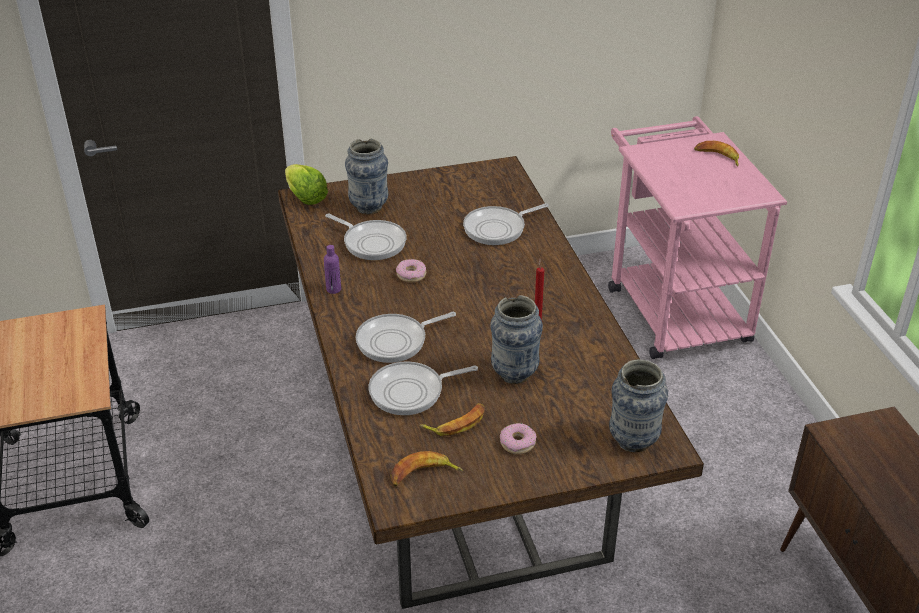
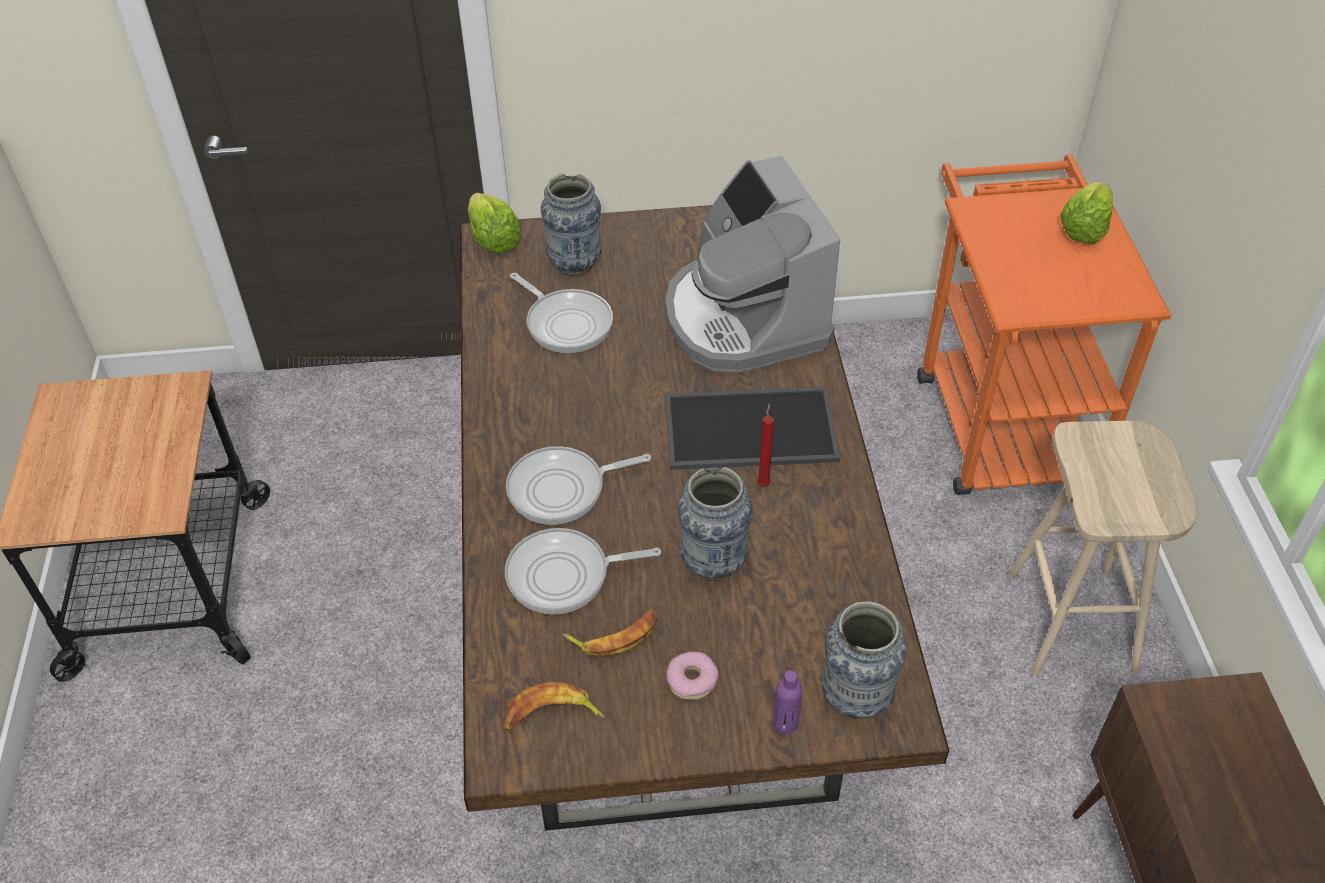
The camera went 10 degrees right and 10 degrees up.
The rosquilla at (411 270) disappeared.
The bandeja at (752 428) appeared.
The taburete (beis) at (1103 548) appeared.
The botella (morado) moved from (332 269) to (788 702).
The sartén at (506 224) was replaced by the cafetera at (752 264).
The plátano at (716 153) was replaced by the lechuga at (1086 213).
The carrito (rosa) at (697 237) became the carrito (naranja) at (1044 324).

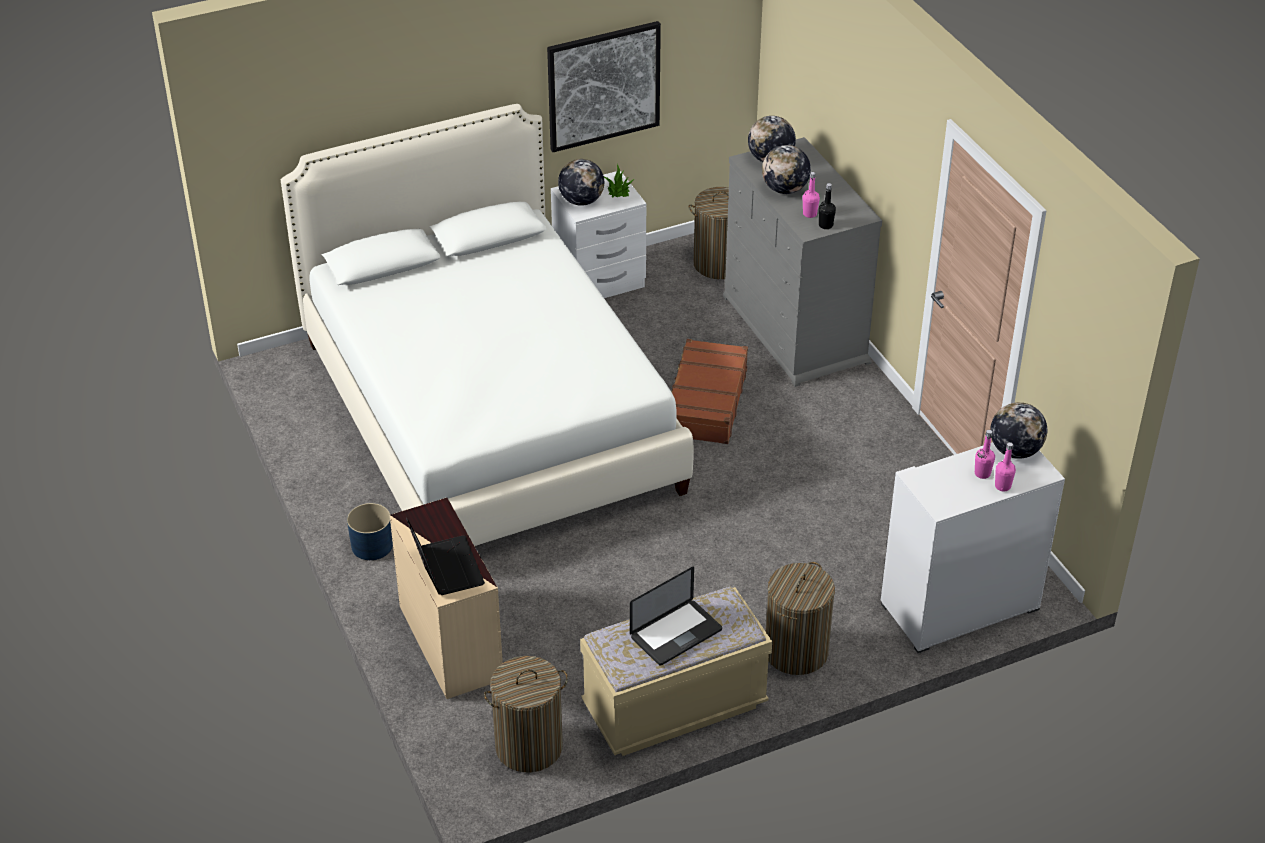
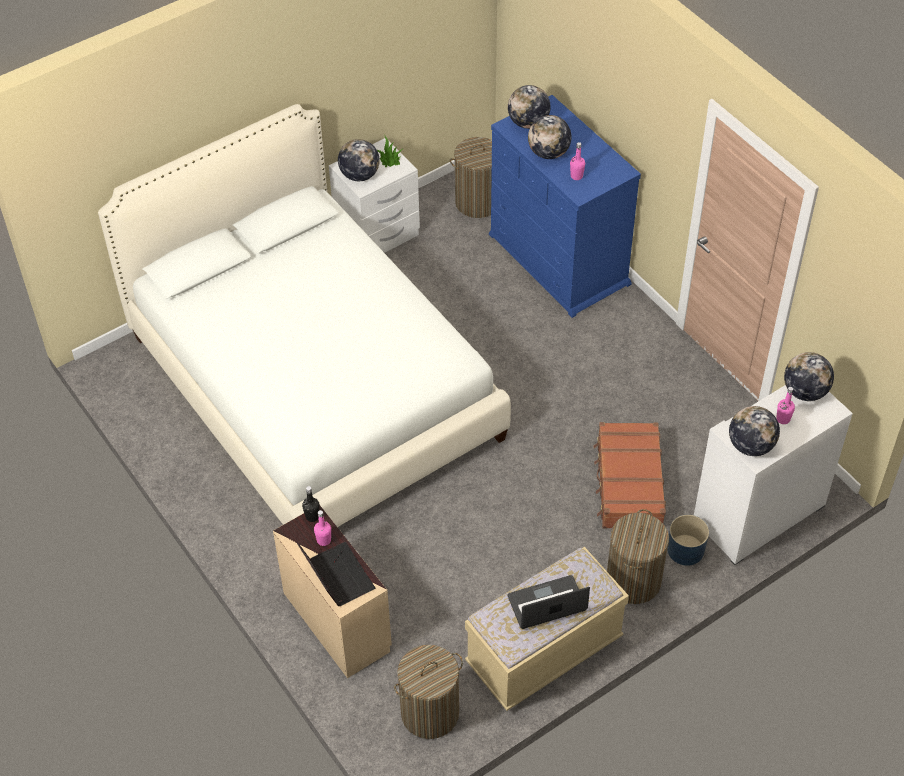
The camera went 10 degrees left and 10 degrees up.
The cuadro at (604 86) disappeared.
The globo terráqueo at (754 431) appeared.
The maceta (azul) moved from (370 531) to (688 540).
The maleta (marrón) moved from (709 391) to (629 475).
The botella (negro) moved from (827 206) to (311 504).
The botella (rosa) moved from (1005 466) to (322 528).
The cómoda (gris) at (802 262) became the cómoda (azul) at (565 206).
The portátil at (676 616) turned 150 degrees counterclockwise.

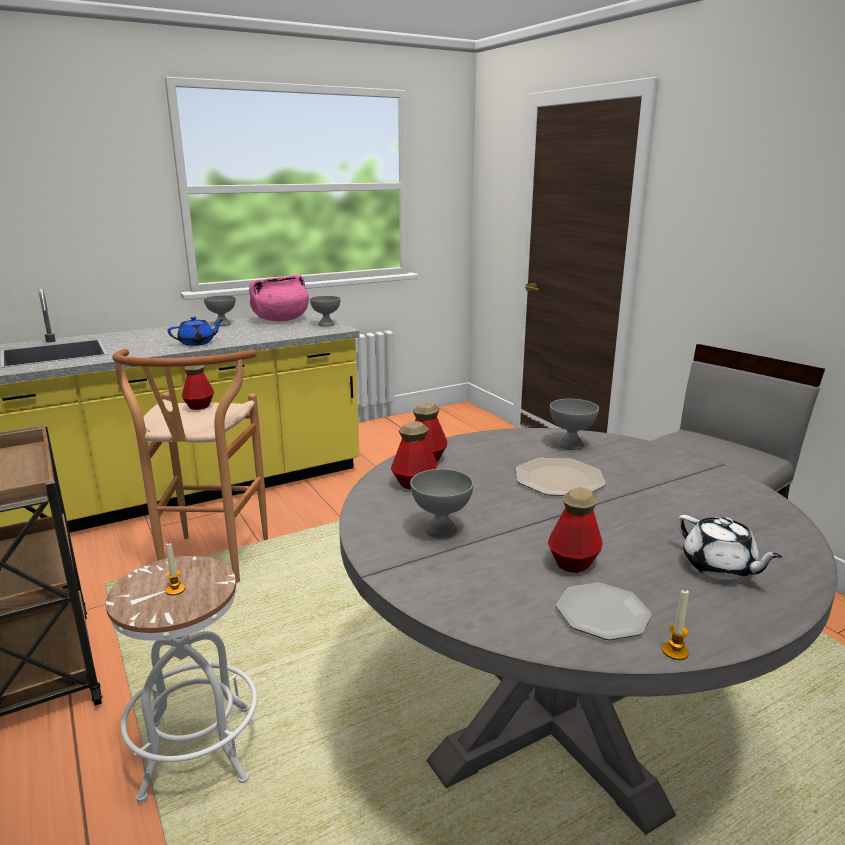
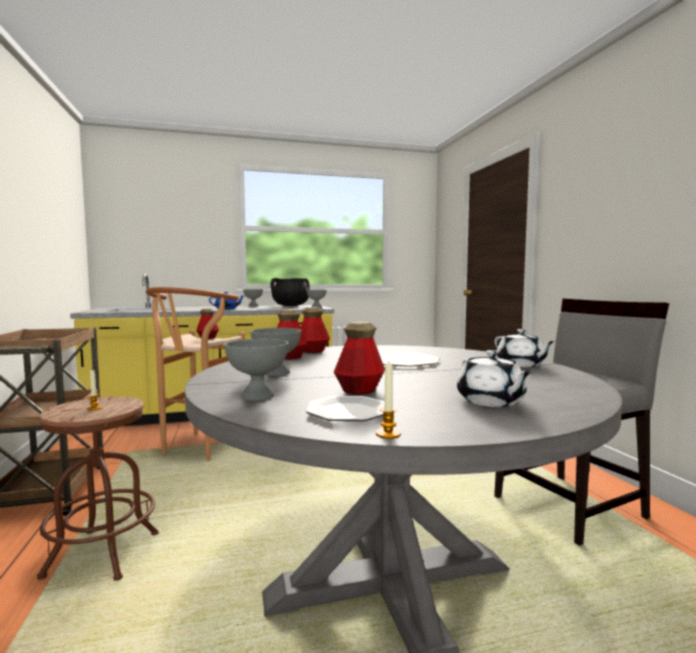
The camera went 15 degrees right and 15 degrees down.
The tetera (blanco) at (525 348) appeared.
The cuenco (gris) moved from (574 424) to (256 370).
The taburete (blanco) at (181 679) became the taburete (marrón) at (98 488).
The olla (rosa) at (279 298) became the olla (negro) at (290 292).

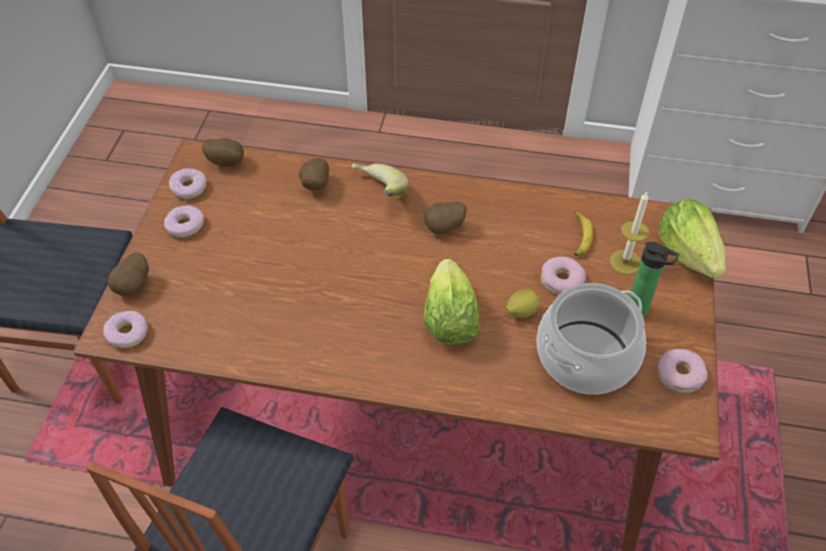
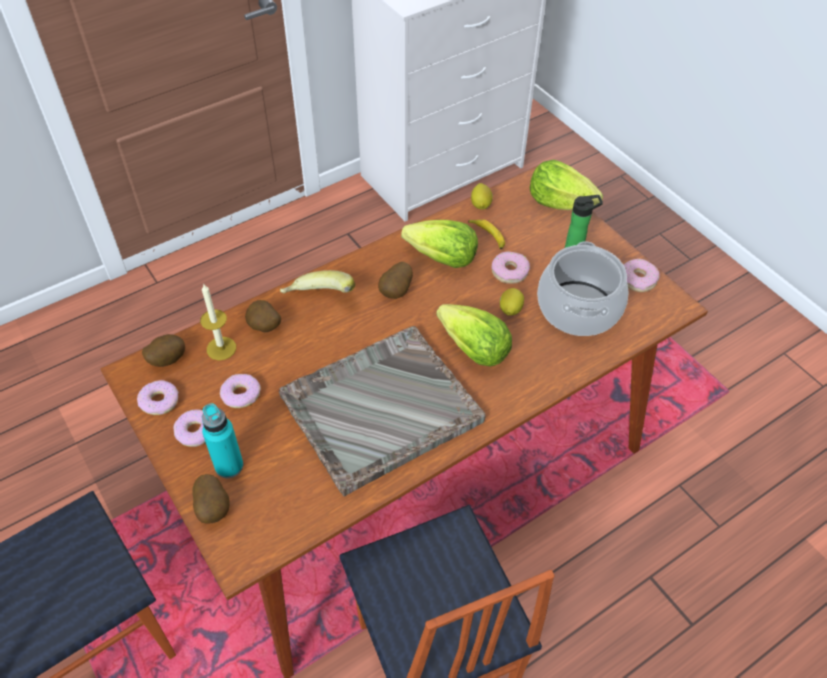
The camera went 45 degrees left and 0 degrees up.
The botella (turquesa) at (222 440) appeared.
The bandeja (gris) at (382 411) appeared.
The lechuga at (439 244) appeared.
The limón at (482 196) appeared.
The rosquilla moved from (125 329) to (240 391).
The vela moved from (629 233) to (218 322).

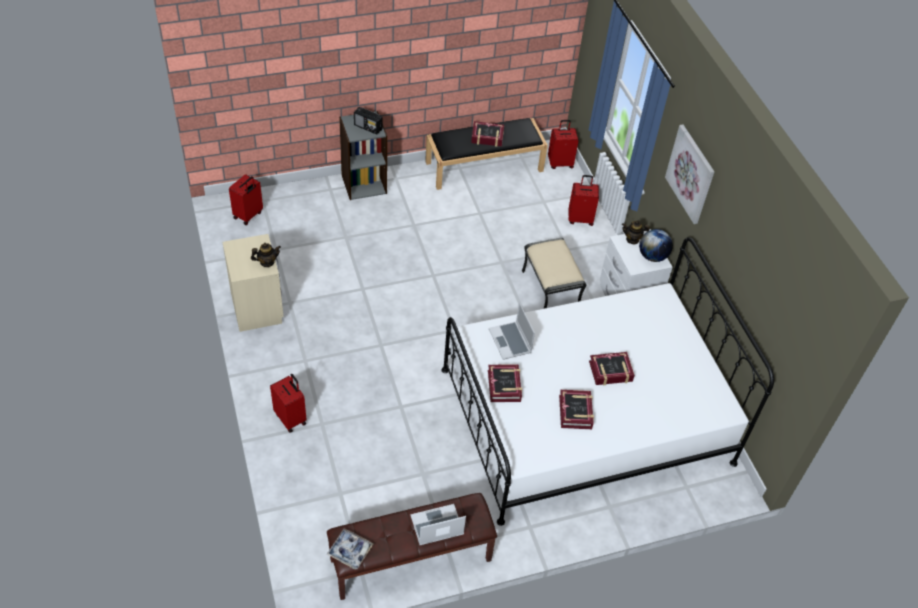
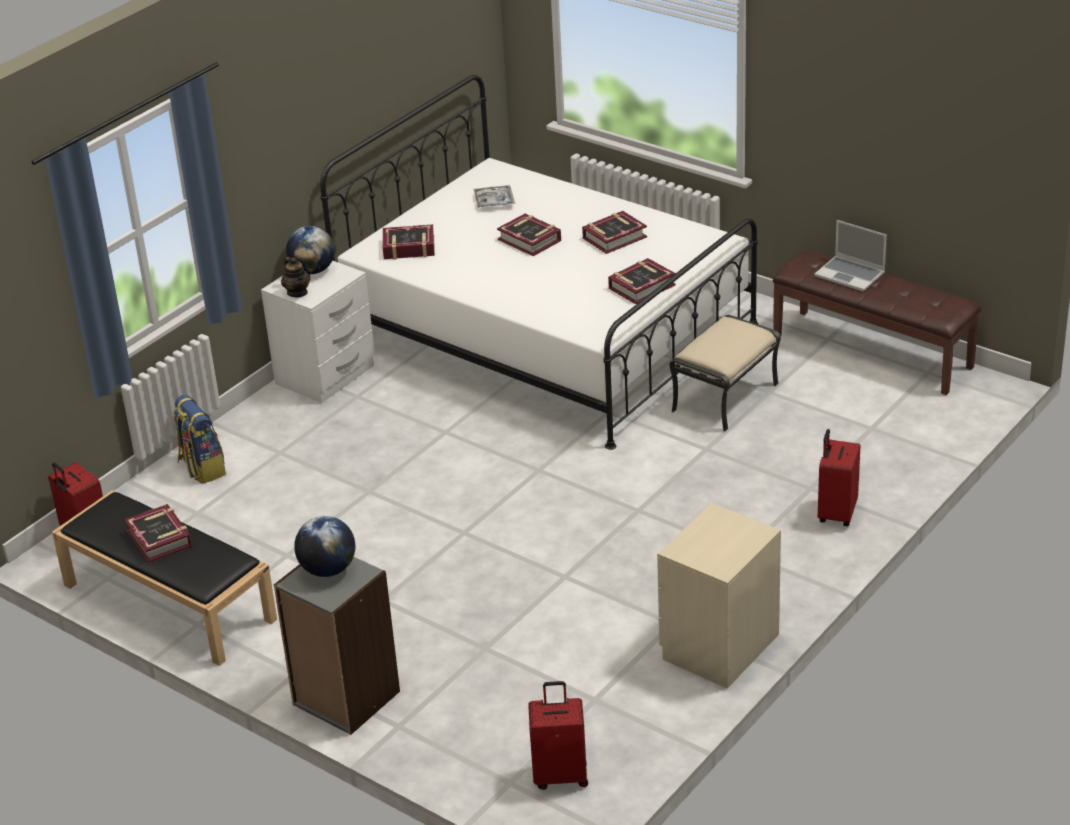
The camera went 120 degrees left and 15 degrees down.
The tetera at (266 255) disappeared.
The portátil at (512 331) disappeared.
The cuadro at (689 174) disappeared.
The libro at (409 242) appeared.
The bandeja moved from (350 549) to (494 196).
The puf (beis) moved from (554 273) to (725 373).
The radio at (368 120) was replaced by the globo terráqueo at (324 546).
The maleta (rojo) at (584 200) was replaced by the mochila at (199 439).

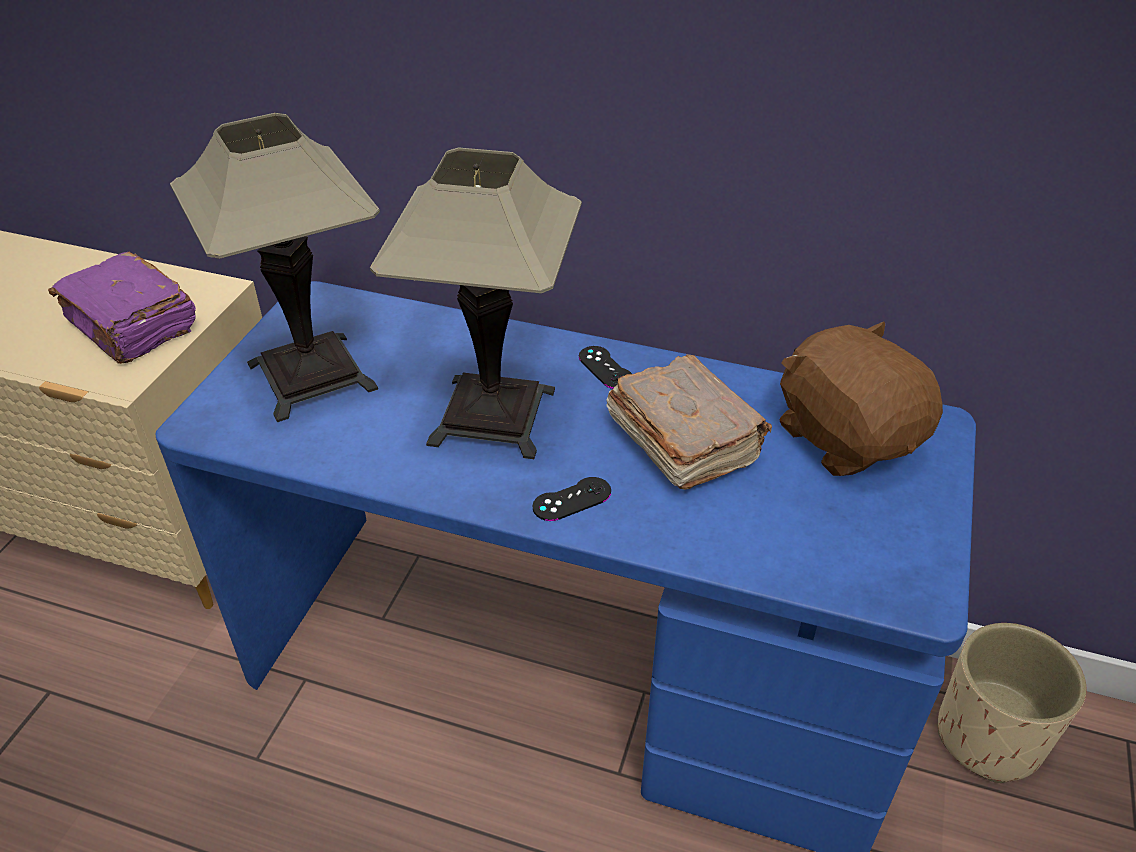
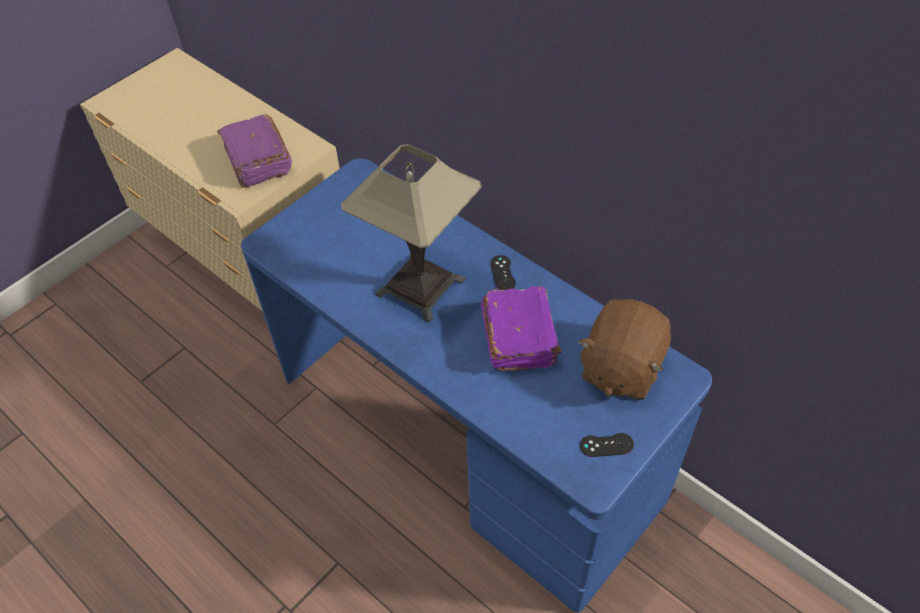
The camera went 25 degrees right and 10 degrees up.
The lámpara de mesa at (275 267) disappeared.
The maceta (beis) at (1011 703) disappeared.
The mando de consola (negro) moved from (572 499) to (607 445).
The libro (marrón) at (689 422) became the libro (morado) at (521 328).
The peluche (marrón) at (861 399) turned 150 degrees counterclockwise.

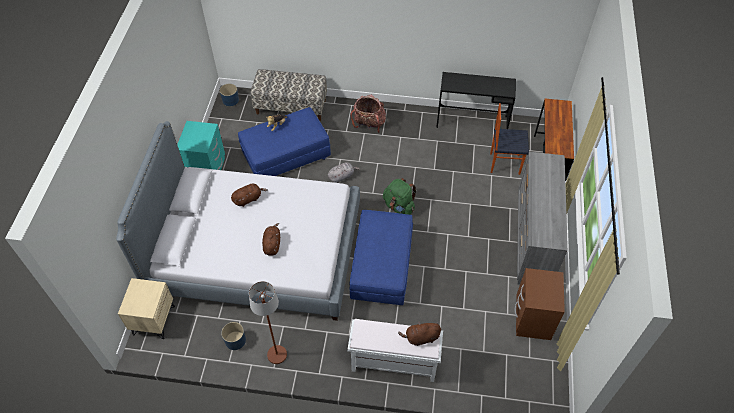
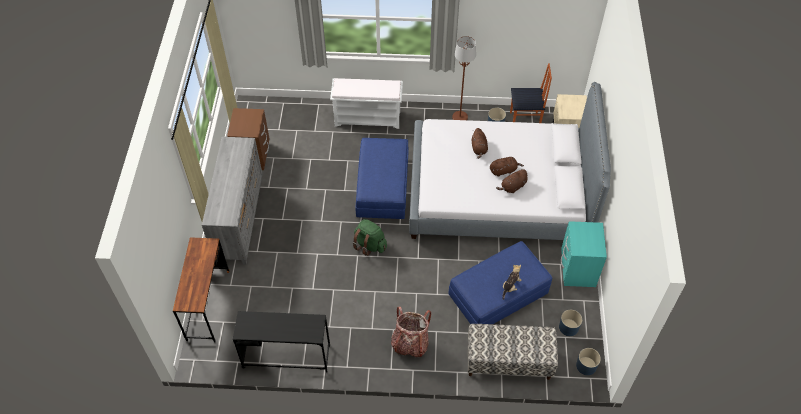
The camera went 175 degrees right and 0 degrees up.
The peluche (gris) at (344 172) disappeared.
The maceta (azul) at (570 323) appeared.
The peluche (marrón) moved from (419 333) to (507 167).
The silla moved from (509 139) to (531 93).

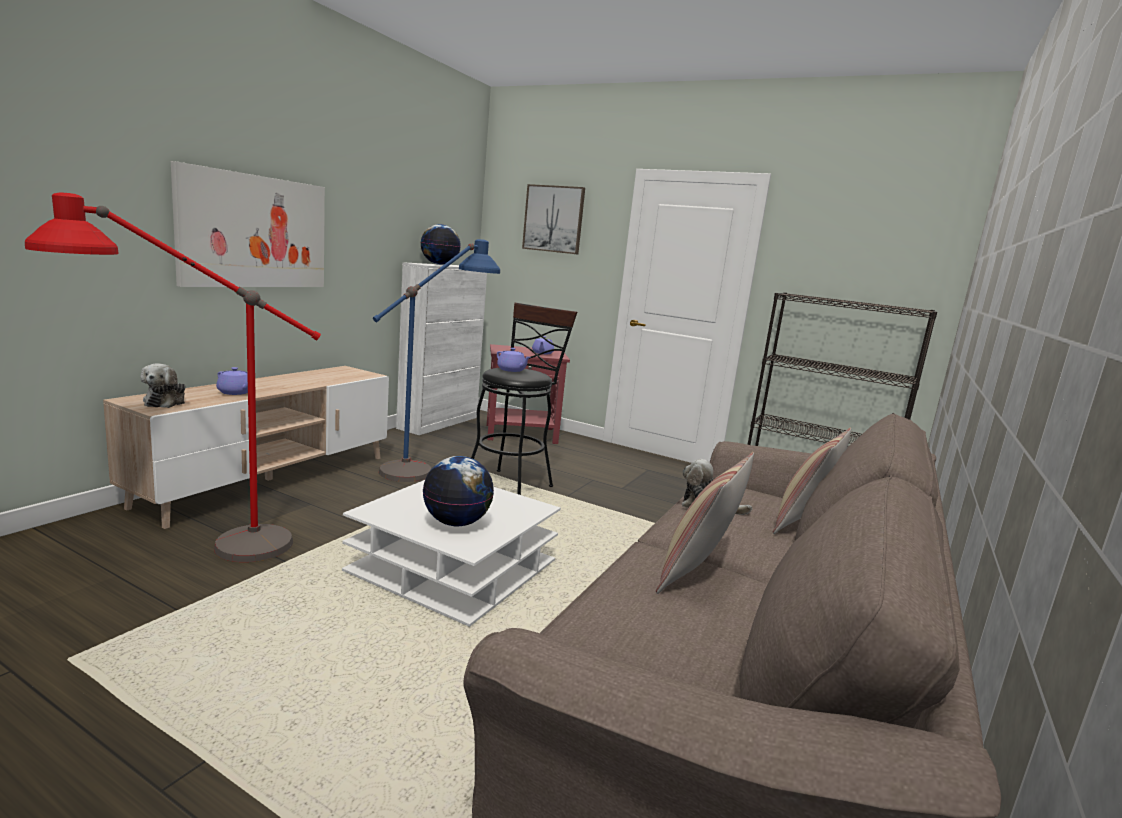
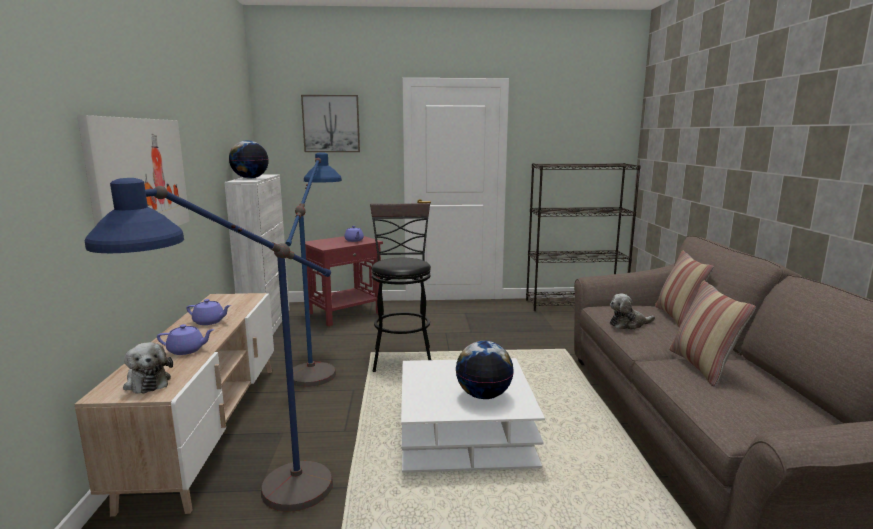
The camera went 30 degrees left and 0 degrees up.
The tetera (morado) moved from (514 360) to (208 312).
The lámpara de pie (rojo) at (173 377) became the lámpara de pie (azul) at (209 345).

